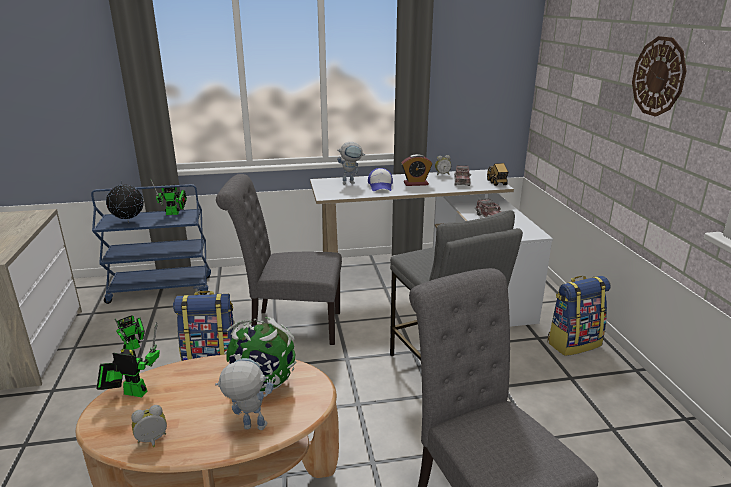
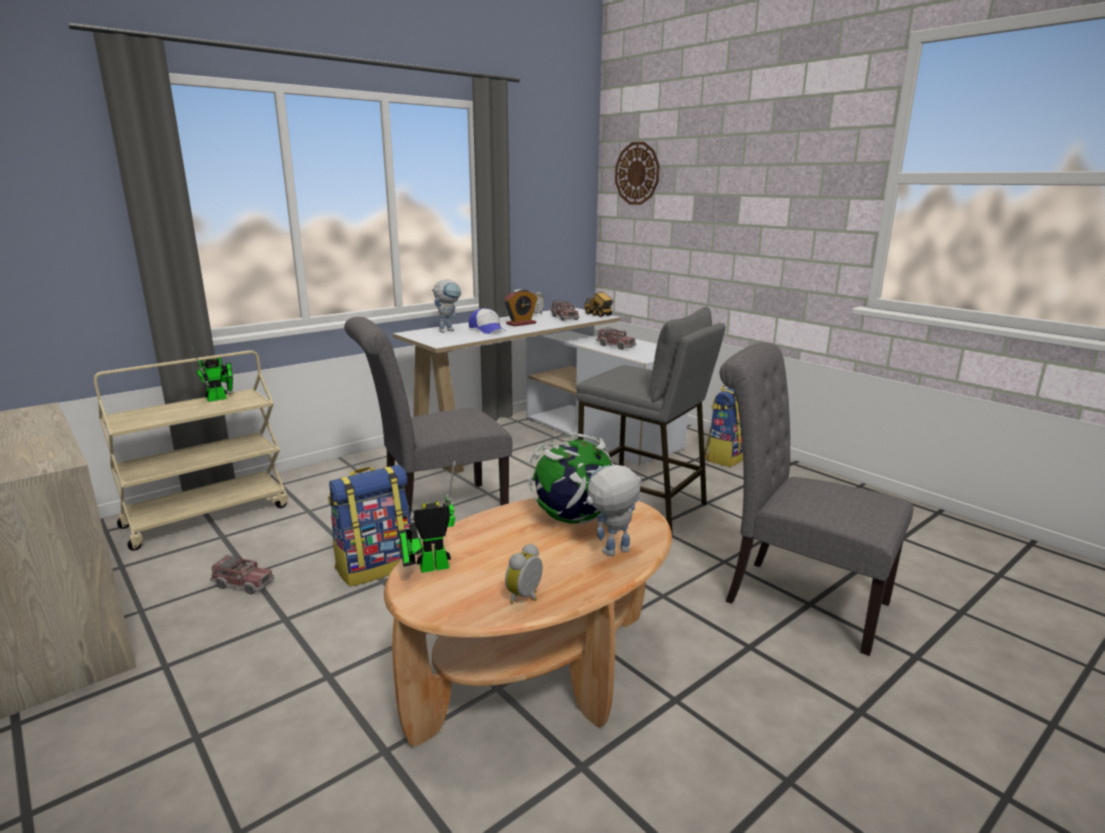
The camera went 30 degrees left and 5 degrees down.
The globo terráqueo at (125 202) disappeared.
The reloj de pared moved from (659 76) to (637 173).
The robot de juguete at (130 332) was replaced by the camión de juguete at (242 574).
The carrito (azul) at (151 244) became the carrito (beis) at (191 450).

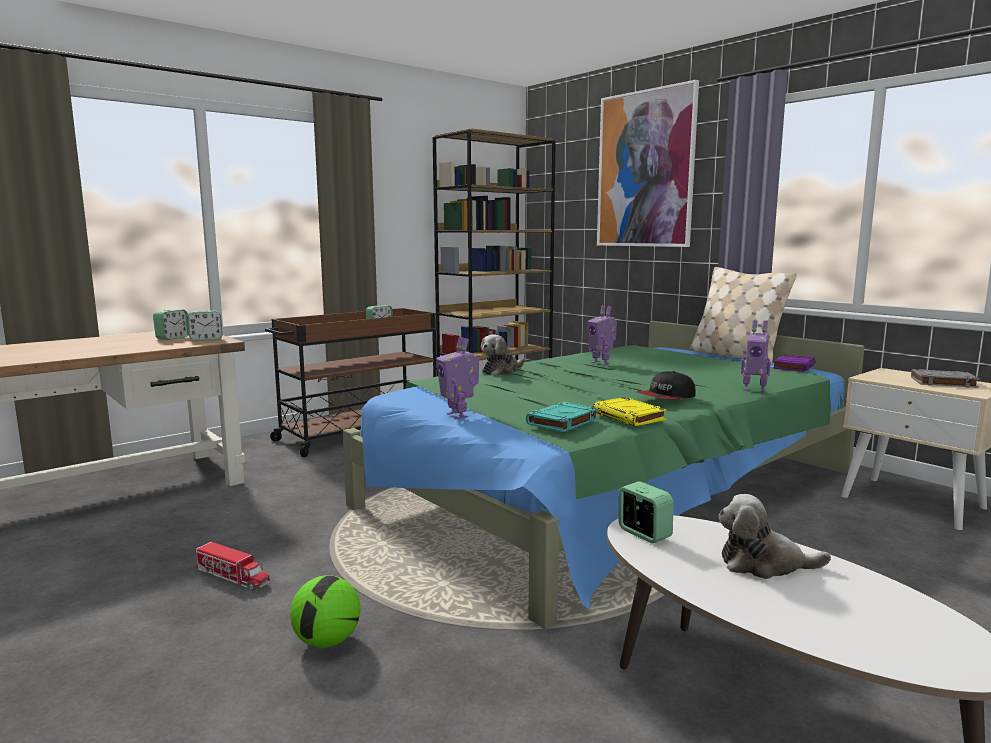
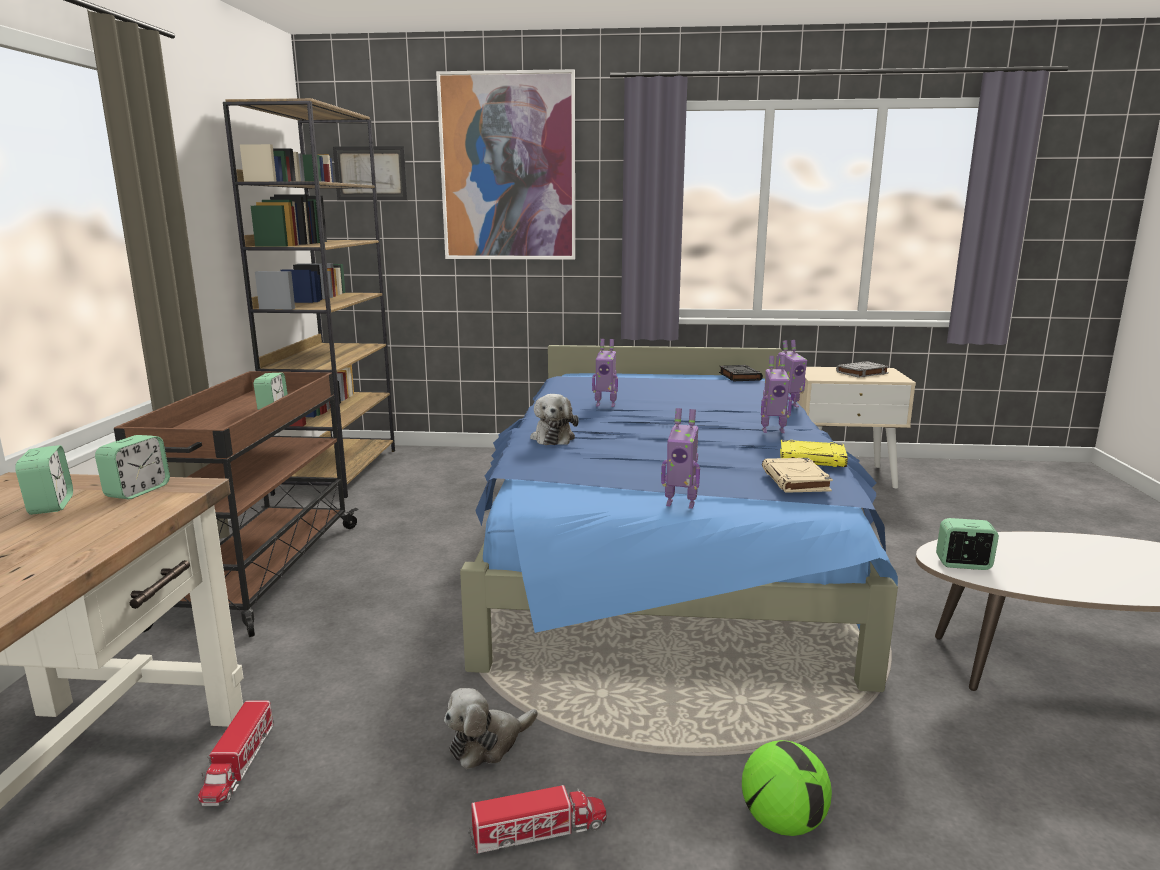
The camera went 45 degrees left and 5 degrees up.
The cojín (beis) at (743 316) disappeared.
The camión de juguete at (236 753) appeared.
The cuadro at (370 173) appeared.
The peluche moved from (774 536) to (491 728).
The gorra at (666 385) was replaced by the robot de juguete at (776 394).
The cama (verde) at (604 475) became the cama (azul) at (679 518).
The libro (turquesa) at (562 417) became the libro (beis) at (797 475).
The libro (morado) at (794 363) became the libro (negro) at (741 373).

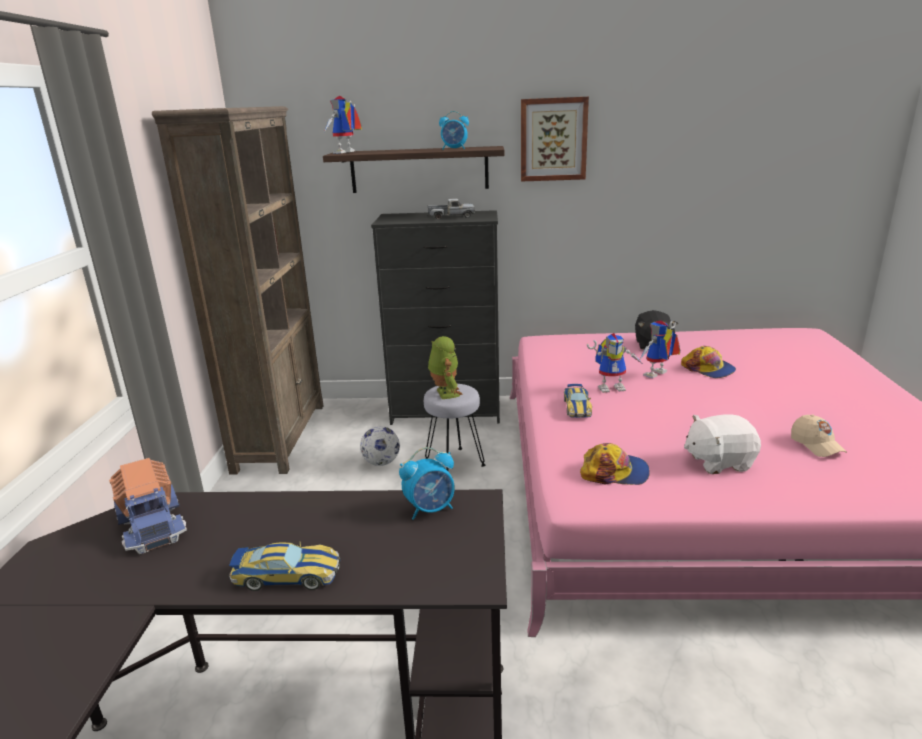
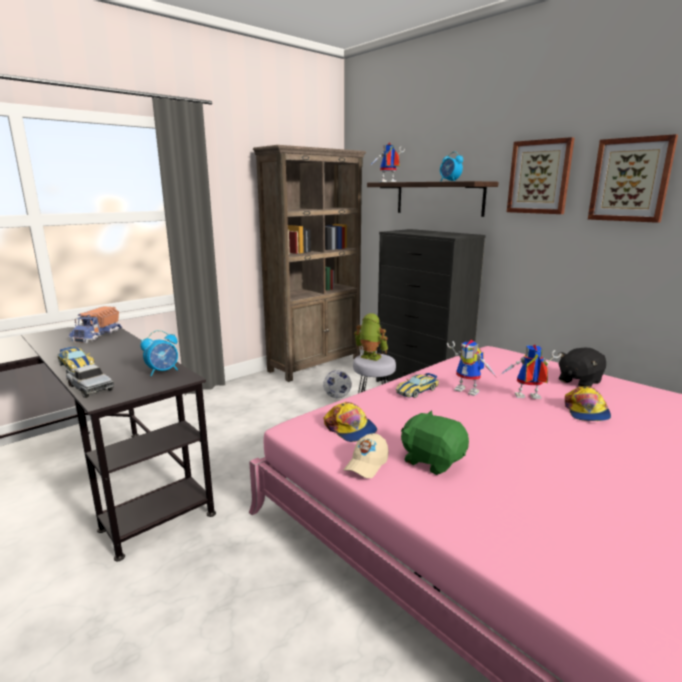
The camera went 45 degrees right and 5 degrees down.
The cuadro at (633 178) appeared.
The camión de juguete moved from (451 209) to (90 381).
The gorra (beis) moved from (819 436) to (366 455).
The peluche (blanco) at (722 444) became the peluche (verde) at (435 442).
The despertador at (427 483) turned 60 degrees counterclockwise.
The robot de juguete at (445 367) turned 90 degrees counterclockwise.

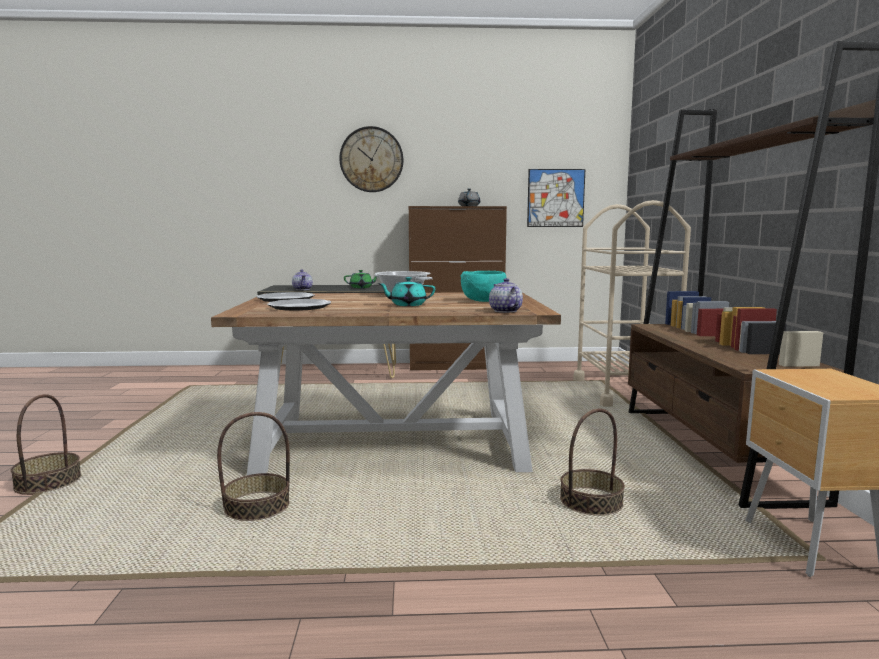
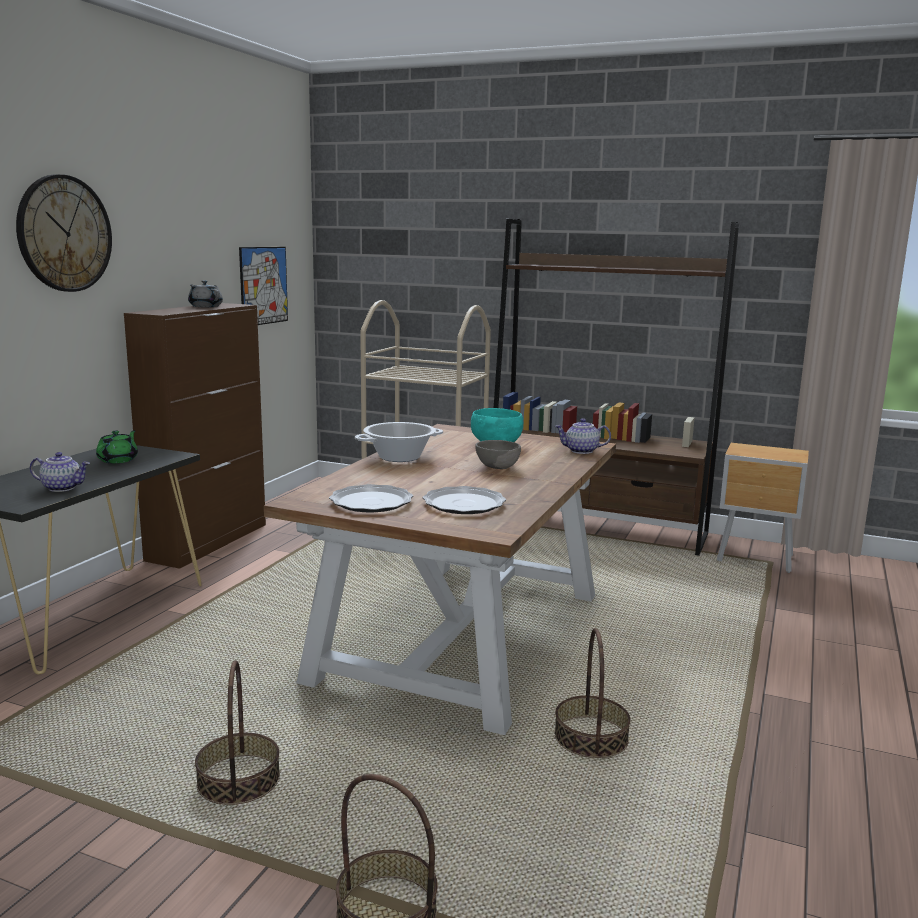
The camera went 65 degrees left and 5 degrees up.
The cesta moved from (592 461) to (237 732).
The tetera (turquesa) at (406 291) was replaced by the cuenco (gris) at (498 454).

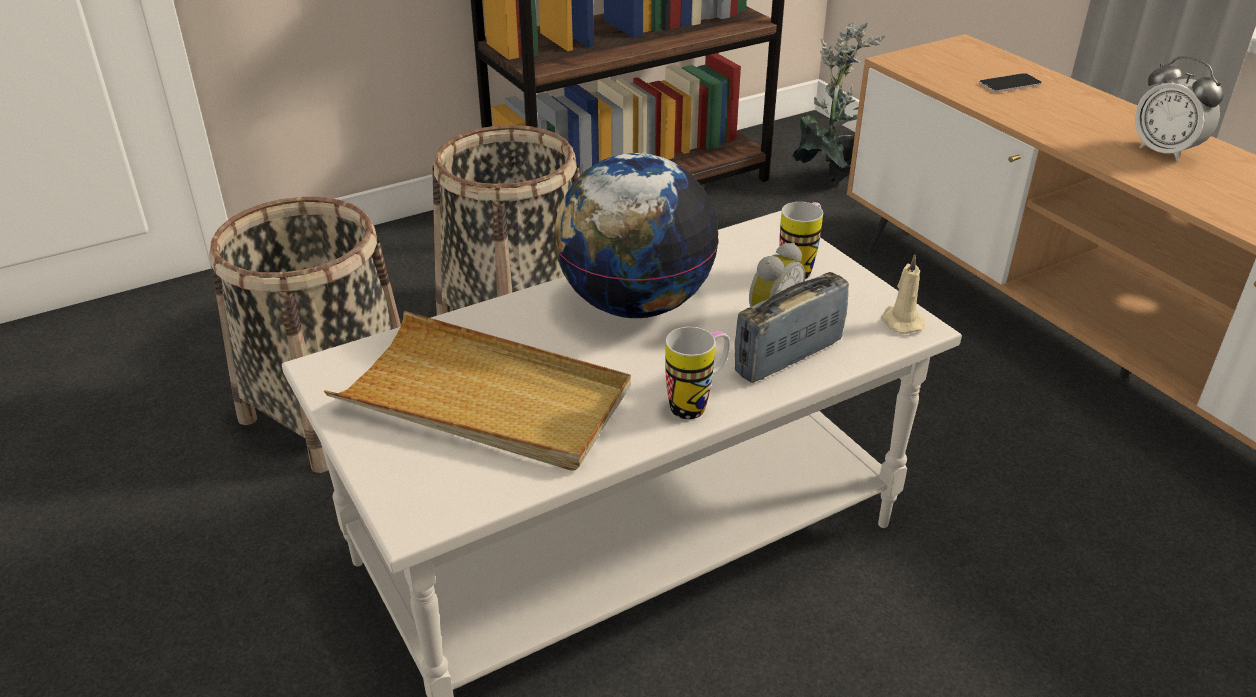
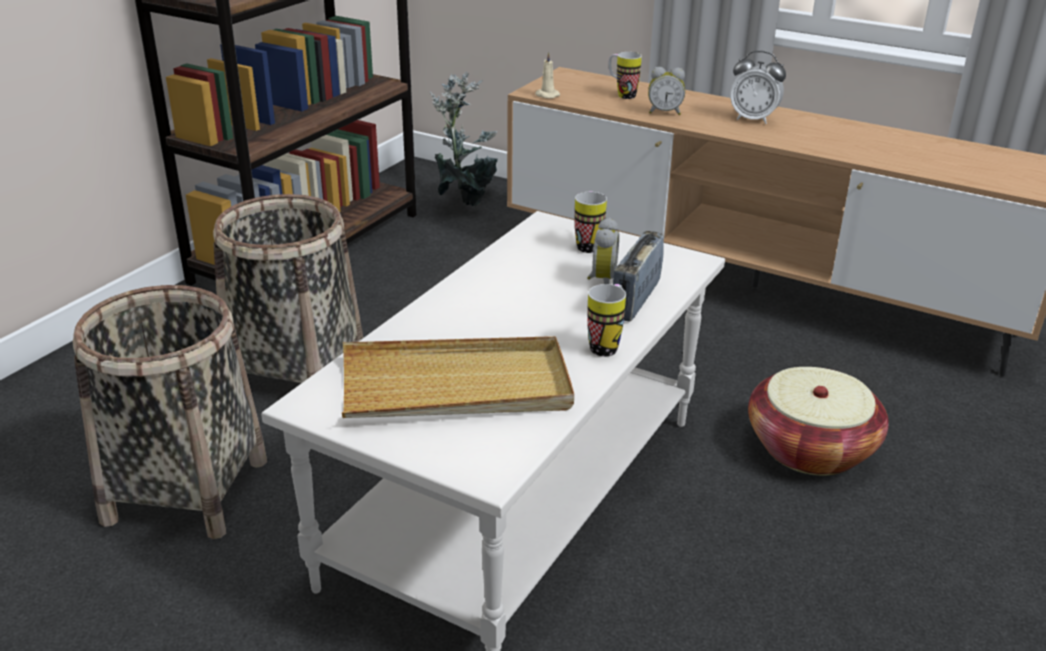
The camera went 30 degrees left and 5 degrees down.
The globo terráqueo at (636 235) disappeared.
The despertador at (666 91) appeared.
The cesta at (818 421) appeared.
The vela (beis) moved from (903 294) to (547 75).
The móvil at (1010 82) was replaced by the taza grande at (625 75).

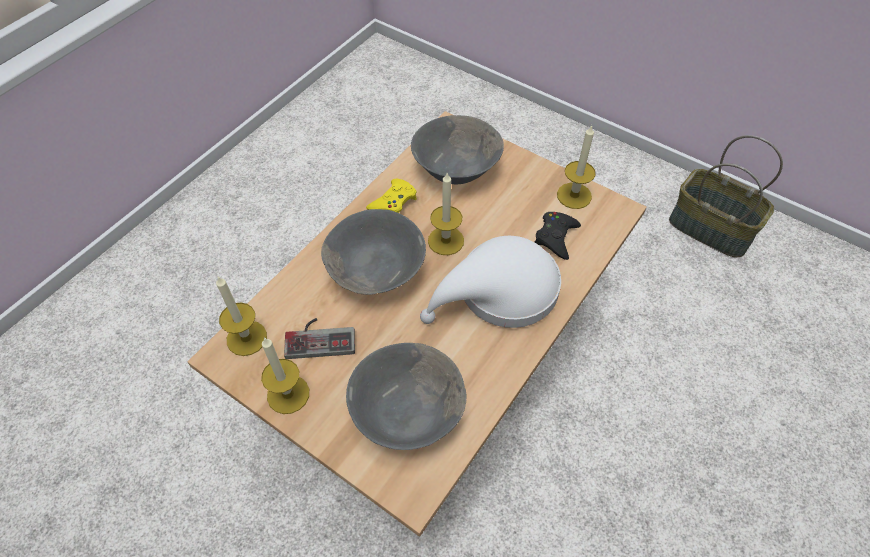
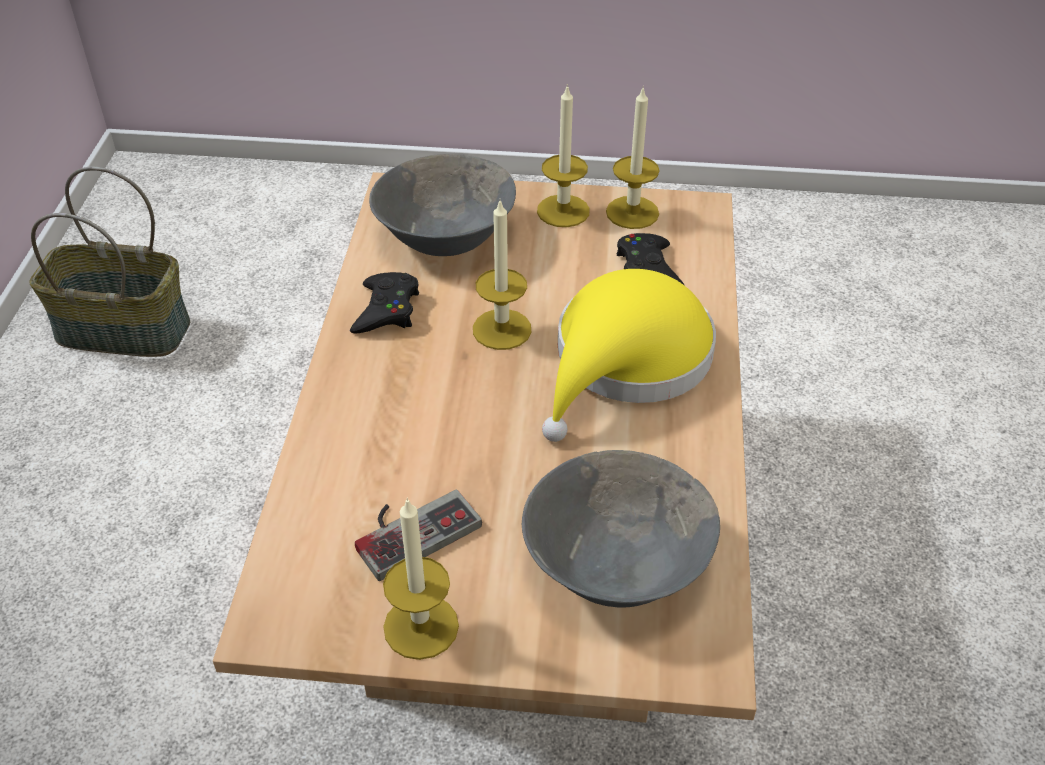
The camera went 30 degrees left and 10 degrees down.
The cuenco (gris) at (373 252) disappeared.
The vela moved from (241 316) to (563 155).
The cesta moved from (726 196) to (110 261).
The mando de consola (amarillo) at (391 196) became the mando de consola (negro) at (384 303).
The sombrero (blanco) at (490 282) became the sombrero (amarillo) at (629 355).

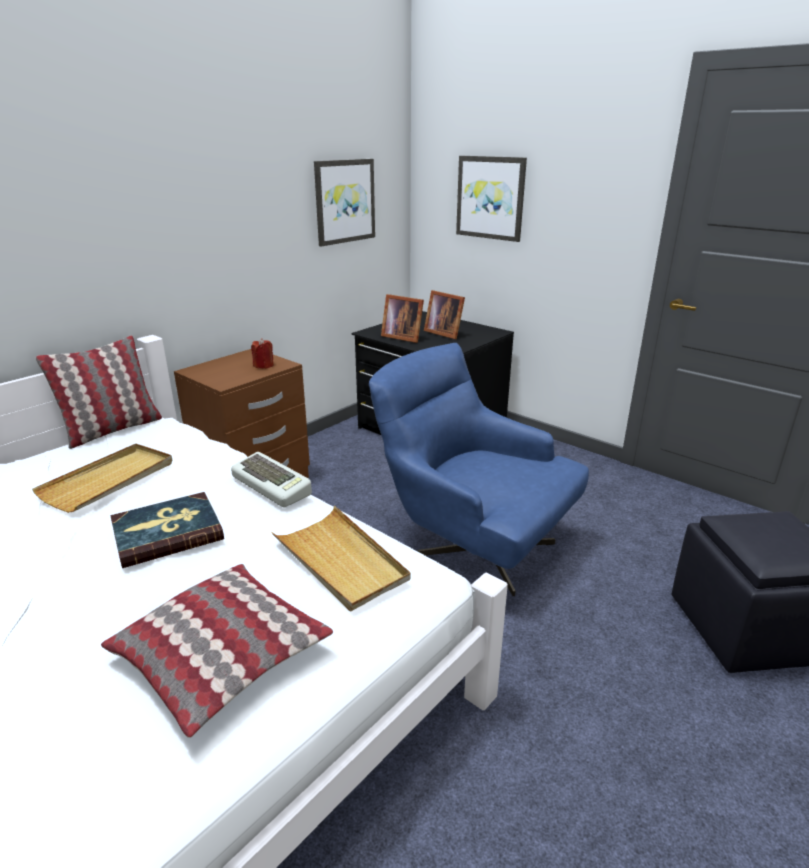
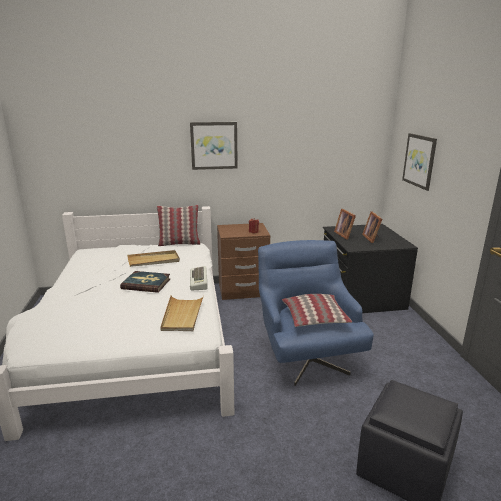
The camera went 40 degrees right and 5 degrees down.
The cojín moved from (217 651) to (317 310).
The cuadro moved from (344 202) to (214 146).

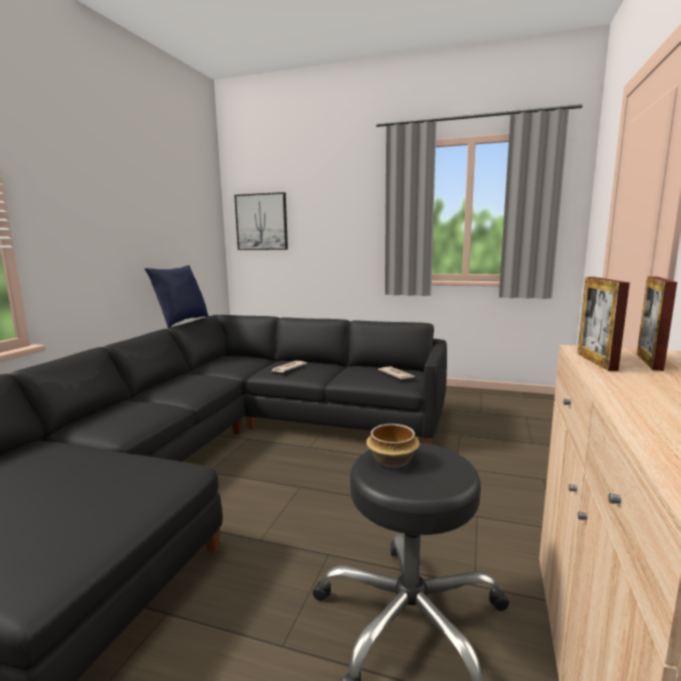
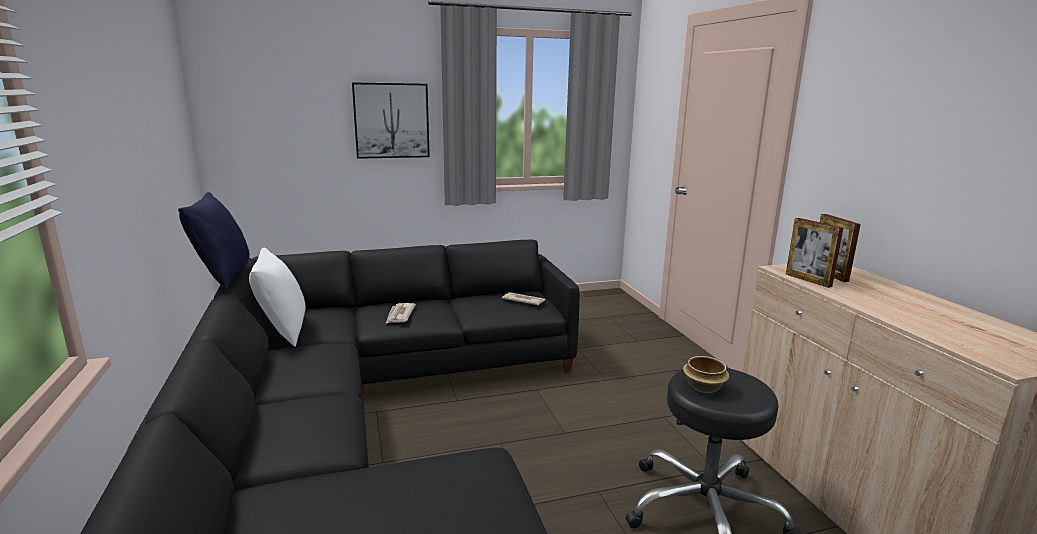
The camera went 35 degrees left and 5 degrees up.
The cojín (blanco) at (277 297) appeared.
The cuadro moved from (261 221) to (391 120).

